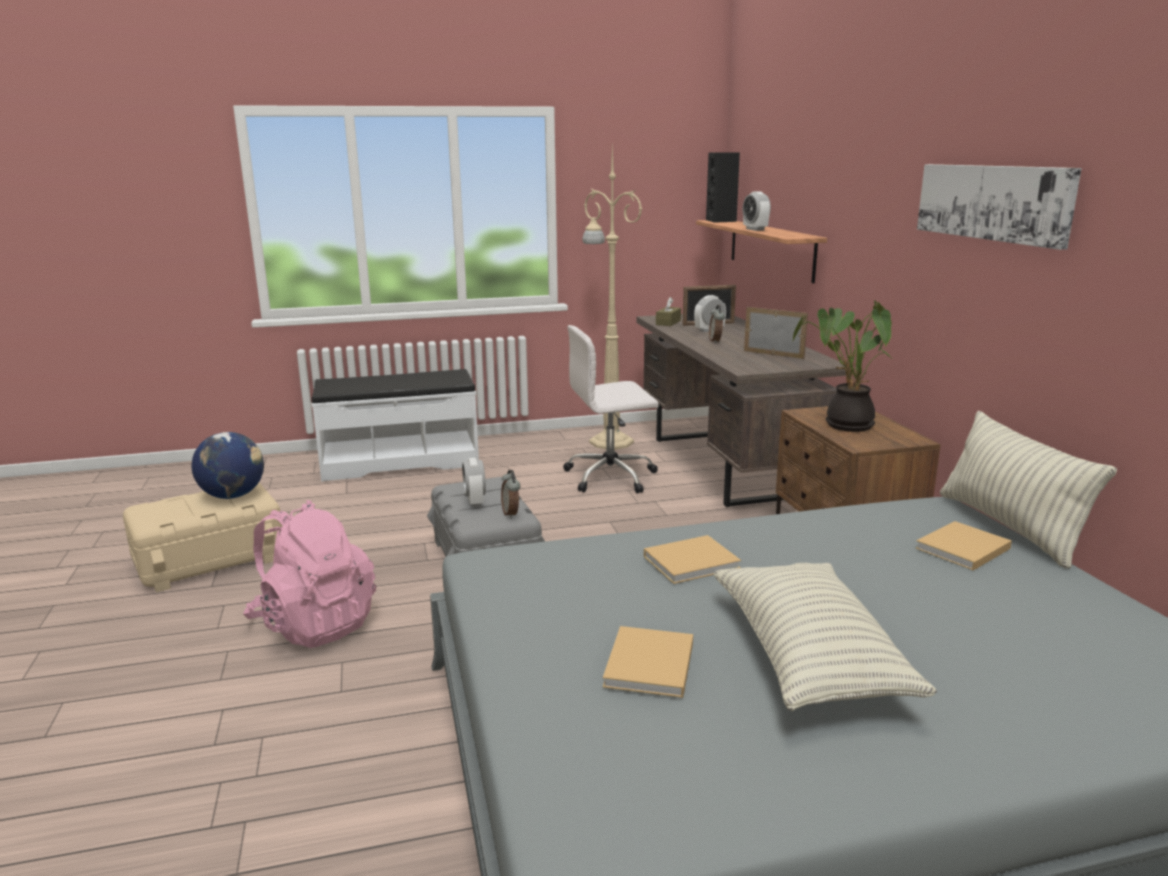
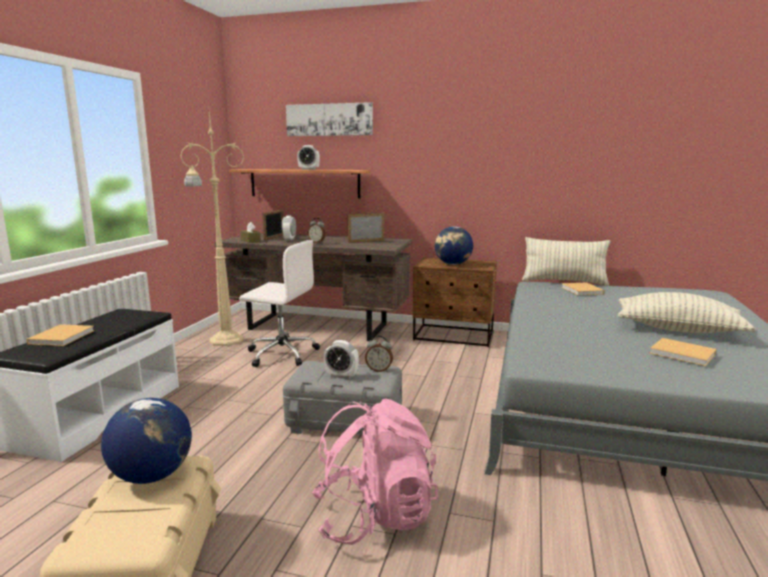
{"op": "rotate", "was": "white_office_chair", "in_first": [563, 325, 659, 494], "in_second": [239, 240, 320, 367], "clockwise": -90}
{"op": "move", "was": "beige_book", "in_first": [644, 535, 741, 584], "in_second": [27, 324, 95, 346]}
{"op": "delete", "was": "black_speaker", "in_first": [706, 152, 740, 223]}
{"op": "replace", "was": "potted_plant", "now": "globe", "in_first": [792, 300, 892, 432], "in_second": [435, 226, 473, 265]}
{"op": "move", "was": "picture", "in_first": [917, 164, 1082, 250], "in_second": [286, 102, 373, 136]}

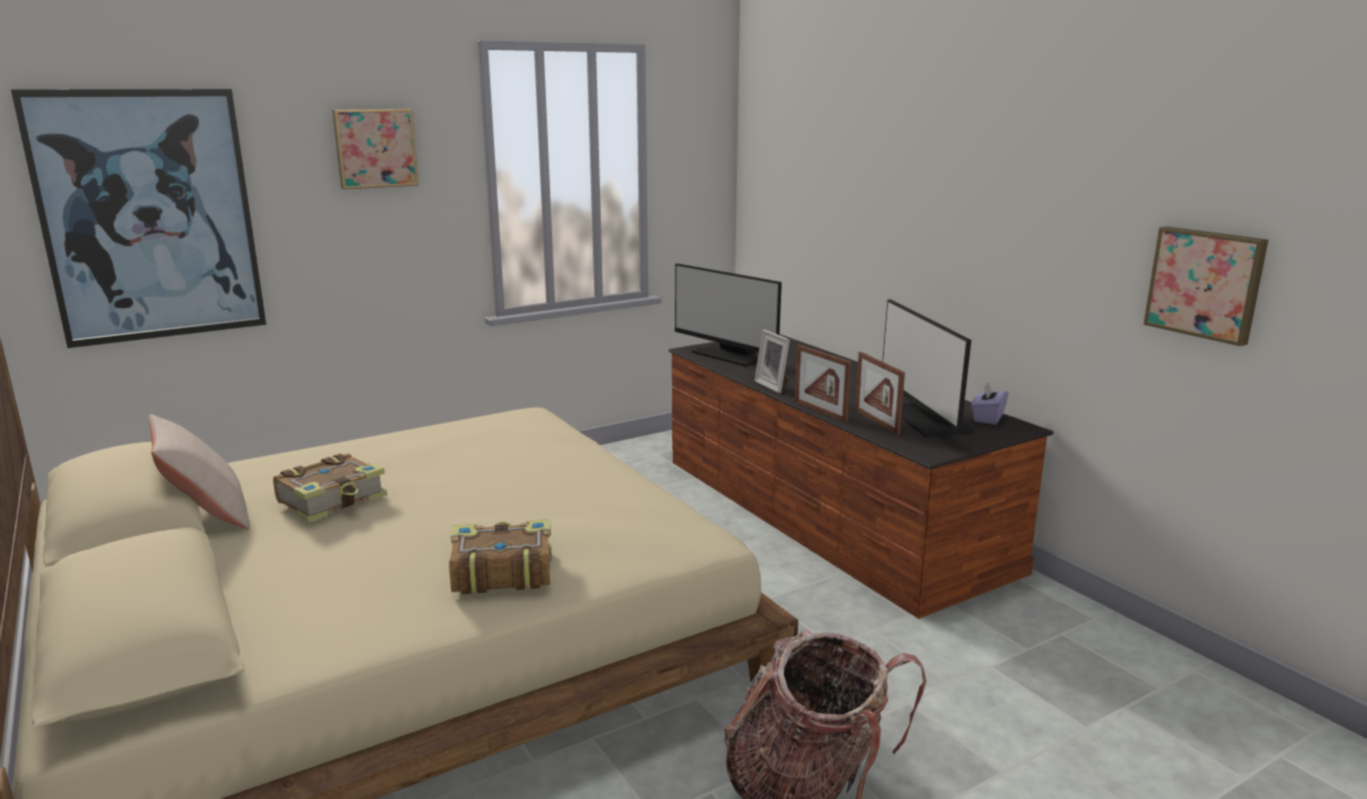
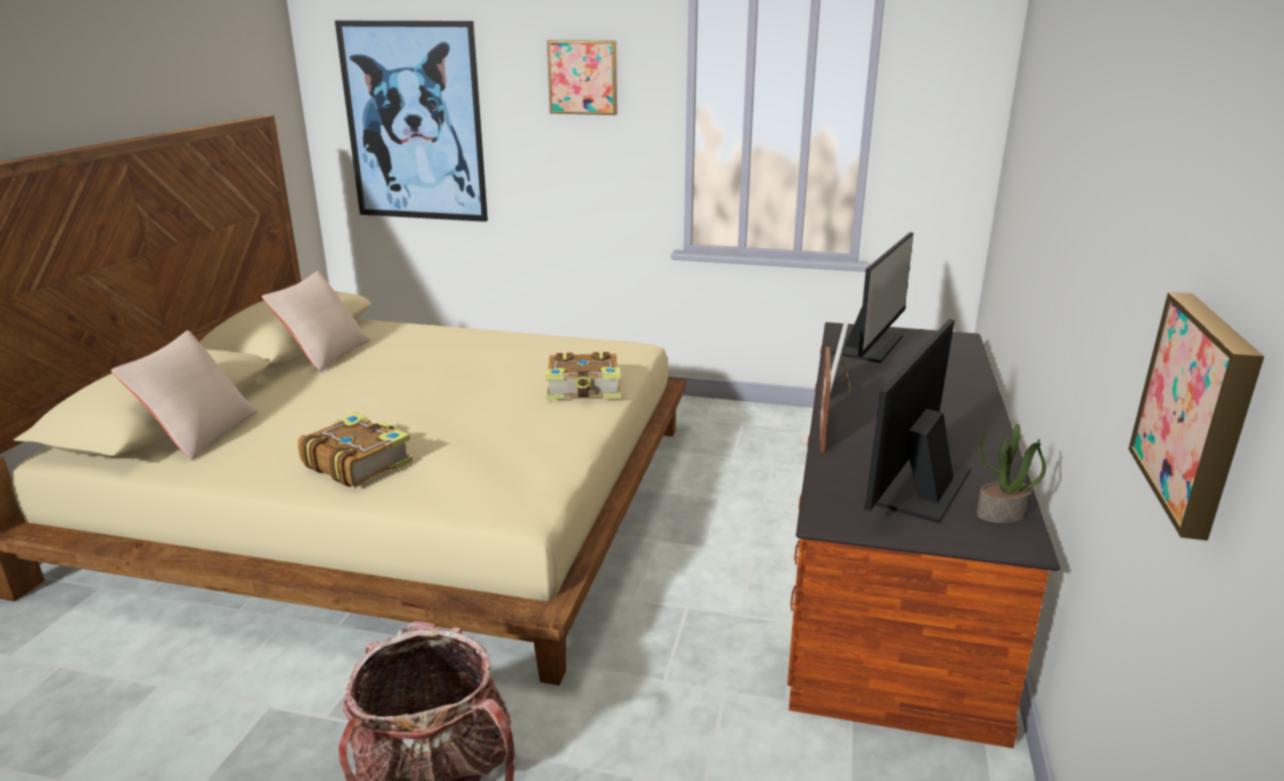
{"op": "move", "was": "book", "in_first": [273, 453, 387, 523], "in_second": [545, 352, 621, 400]}
{"op": "rotate", "was": "monitor", "in_first": [675, 263, 782, 366], "in_second": [831, 232, 913, 363], "clockwise": -150}
{"op": "delete", "was": "picture_frame", "in_first": [855, 352, 905, 435]}
{"op": "replace", "was": "purple_tissue_box", "now": "potted_plant", "in_first": [971, 382, 1008, 425], "in_second": [976, 424, 1046, 523]}
{"op": "insert", "now": "beige_pillow", "in_second": [111, 330, 258, 460]}

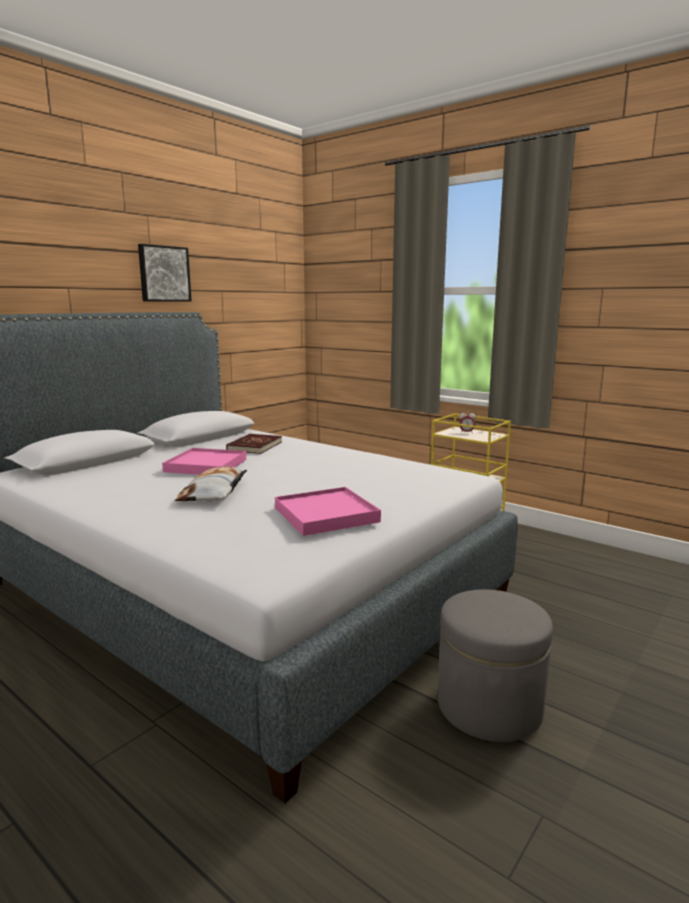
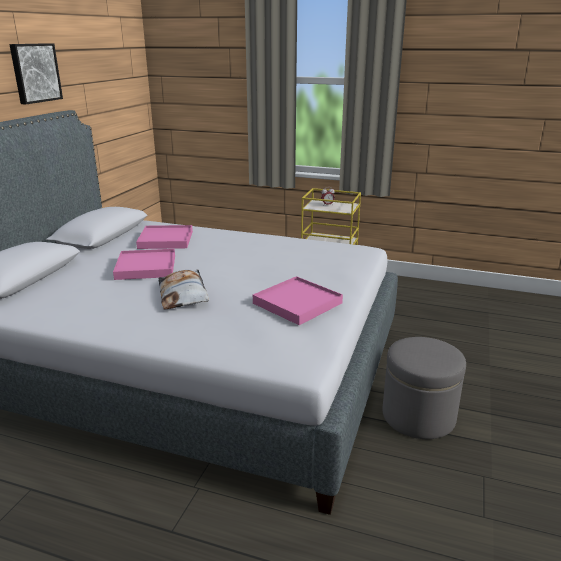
{"op": "replace", "was": "red_book", "now": "pink_tray", "in_first": [226, 434, 282, 454], "in_second": [136, 225, 193, 249]}

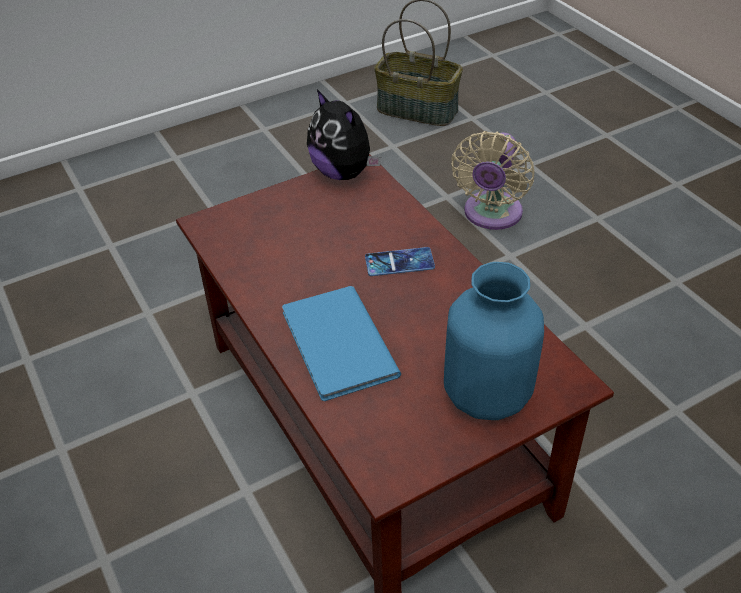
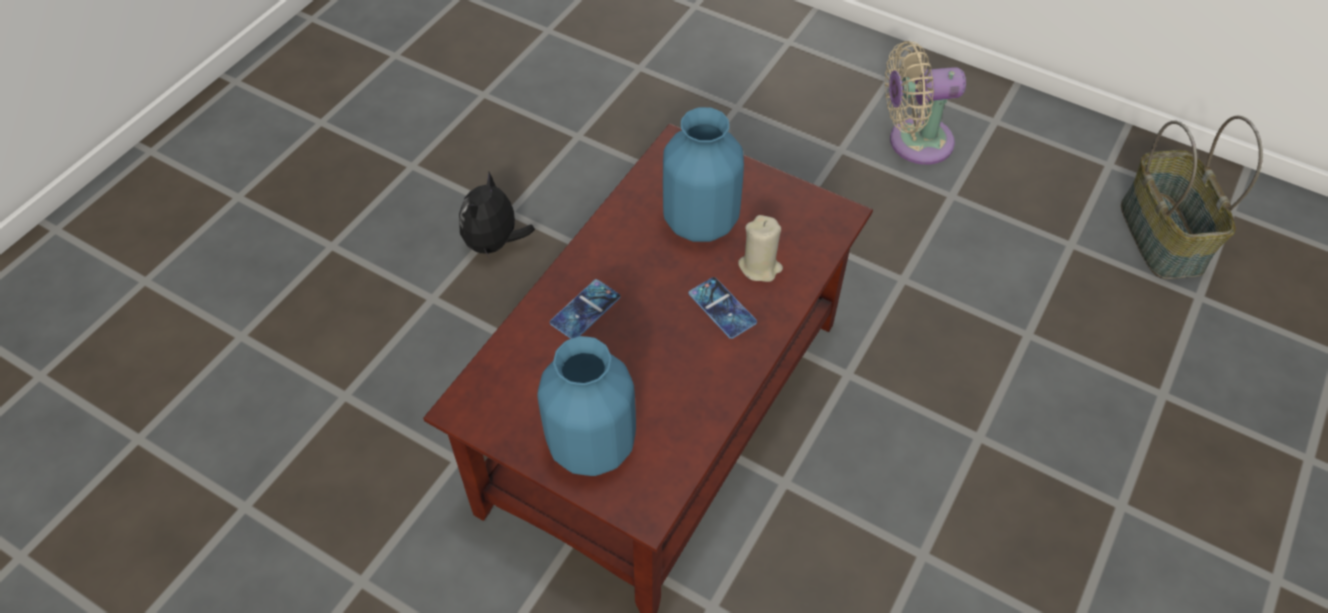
{"op": "replace", "was": "blue_book", "now": "phone", "in_first": [282, 286, 401, 401], "in_second": [550, 279, 621, 339]}
{"op": "move", "was": "plush_toy", "in_first": [307, 89, 381, 180], "in_second": [459, 172, 535, 259]}
{"op": "move", "was": "beige_fan", "in_first": [451, 131, 534, 230], "in_second": [885, 41, 966, 165]}
{"op": "insert", "now": "blue_vase", "in_second": [663, 107, 744, 242]}
{"op": "insert", "now": "beige_candle", "in_second": [738, 215, 783, 282]}

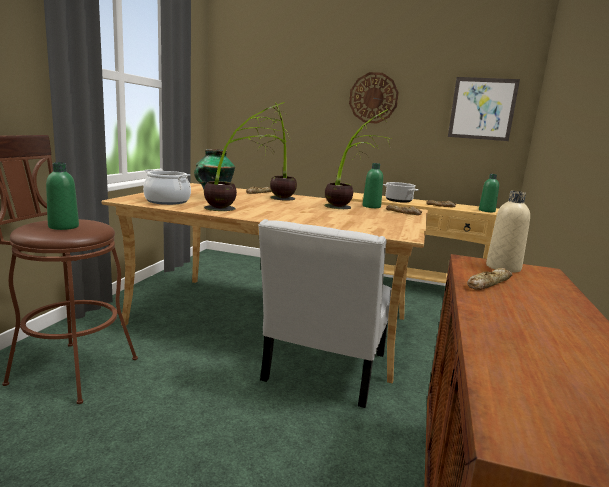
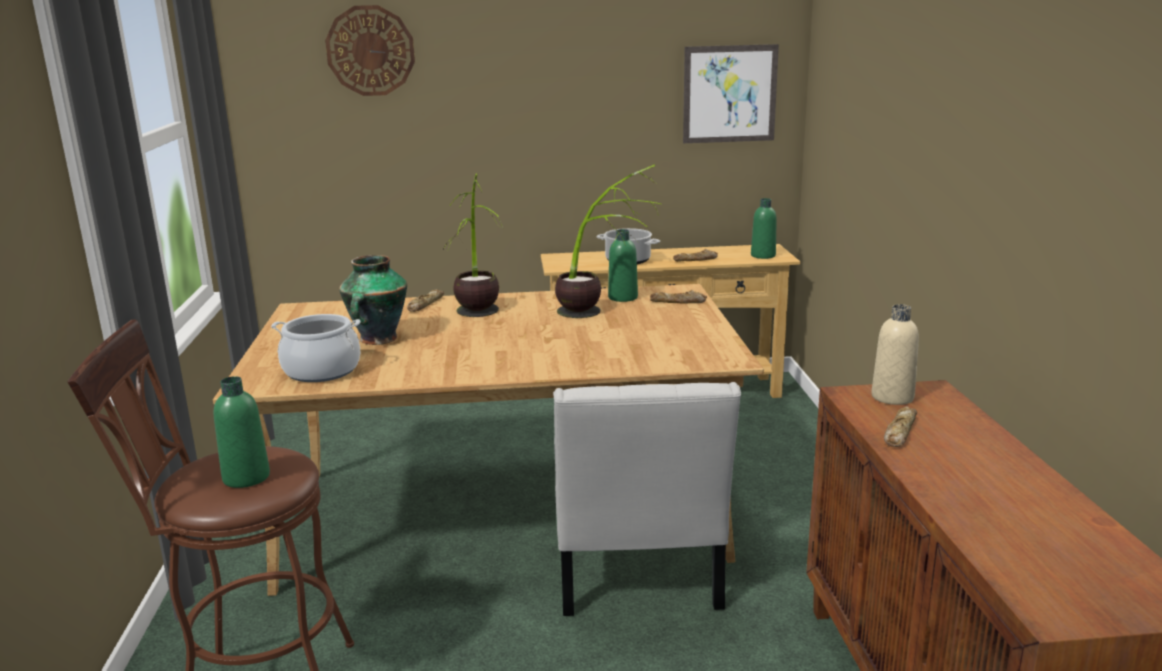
{"op": "delete", "was": "potted_plant", "in_first": [204, 102, 287, 211]}
{"op": "move", "was": "wall_clock", "in_first": [349, 72, 399, 124], "in_second": [325, 5, 415, 96]}

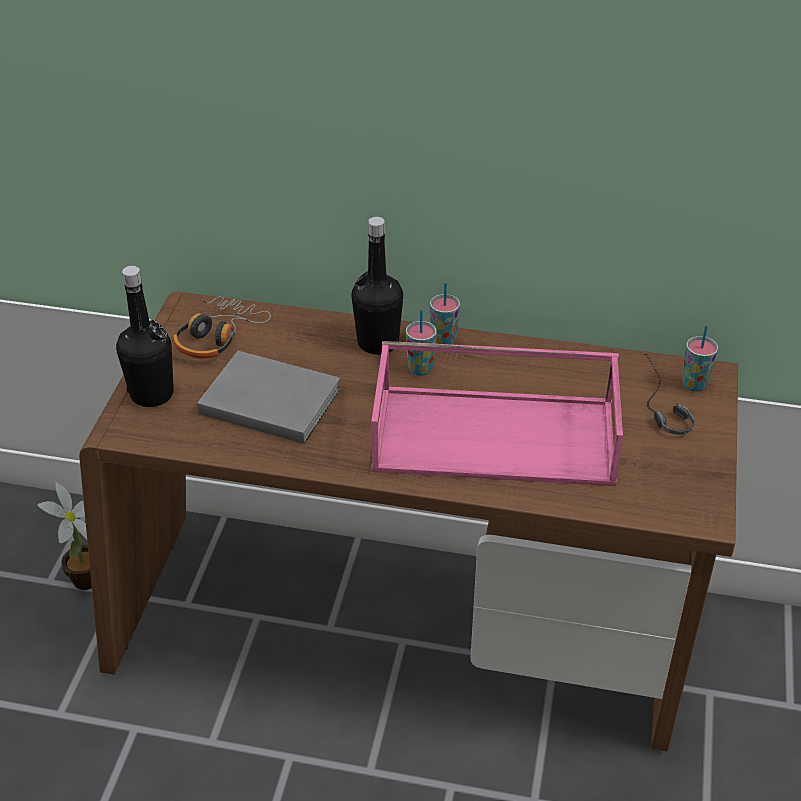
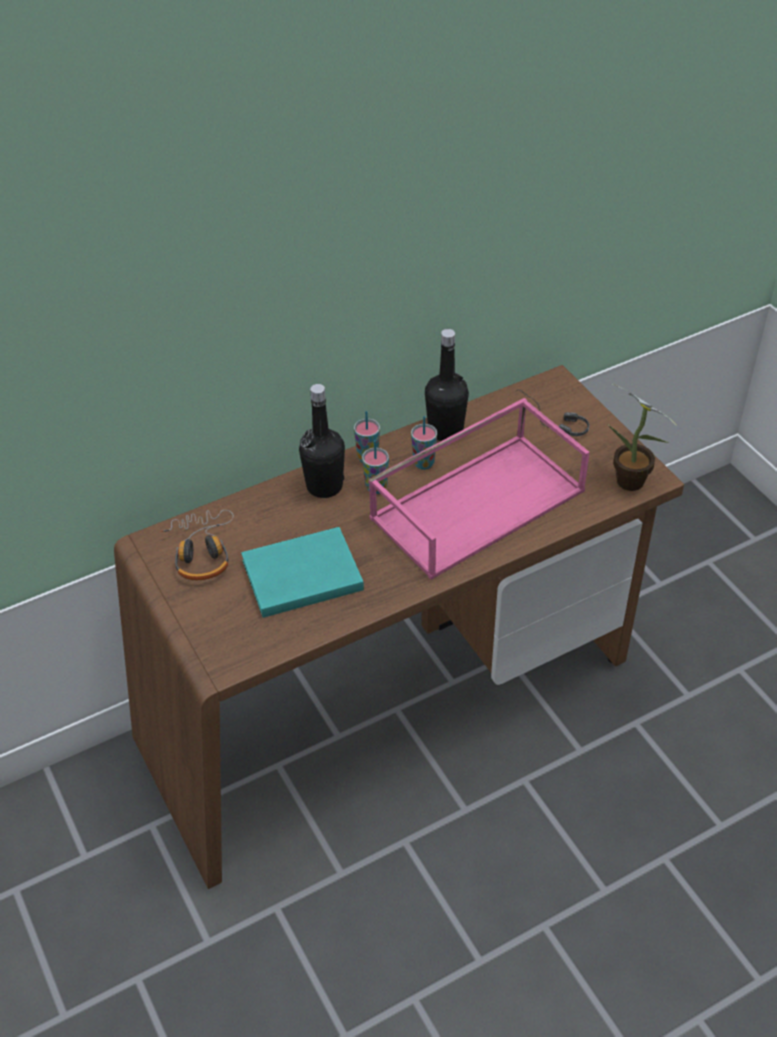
{"op": "move", "was": "potted_plant", "in_first": [38, 482, 92, 590], "in_second": [608, 384, 677, 491]}
{"op": "move", "was": "black_bottle", "in_first": [116, 266, 174, 407], "in_second": [425, 329, 469, 441]}
{"op": "recolor", "was": "grey_book", "now": "turquoise_book", "in_first": [197, 351, 341, 444], "in_second": [241, 527, 364, 618]}
{"op": "move", "was": "cup", "in_first": [682, 325, 718, 392], "in_second": [411, 416, 437, 470]}

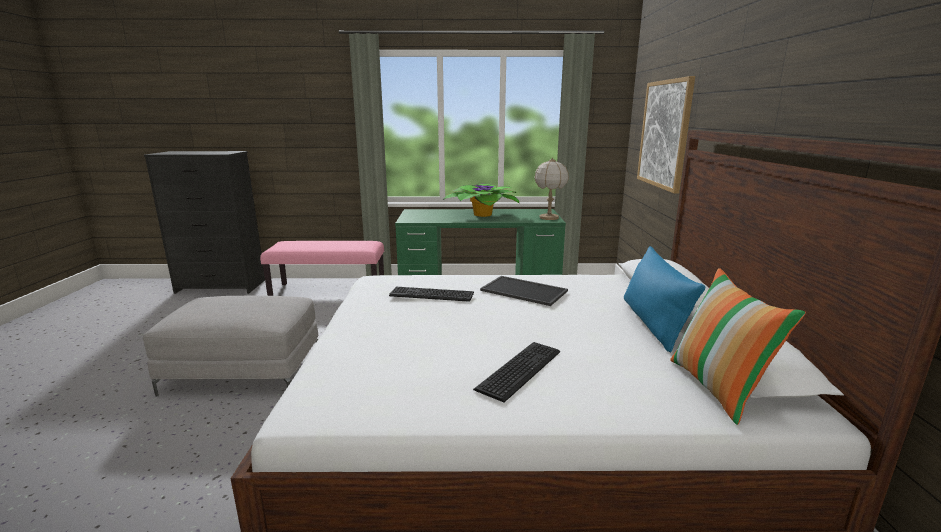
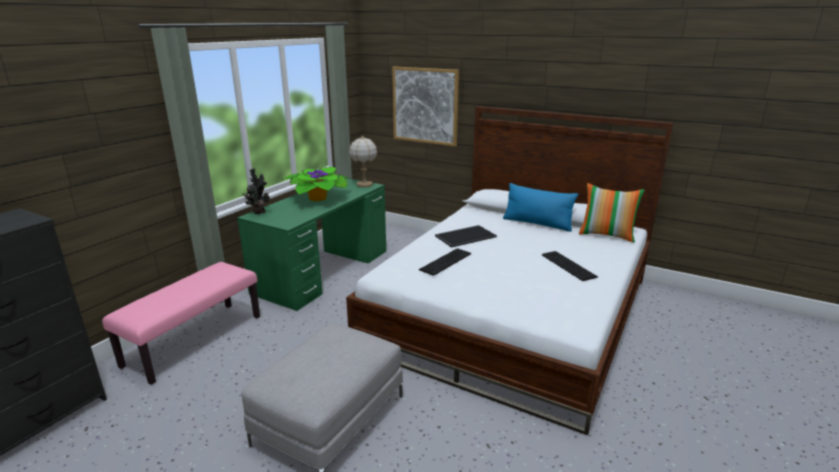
{"op": "insert", "now": "potted_plant", "in_second": [243, 168, 270, 214]}

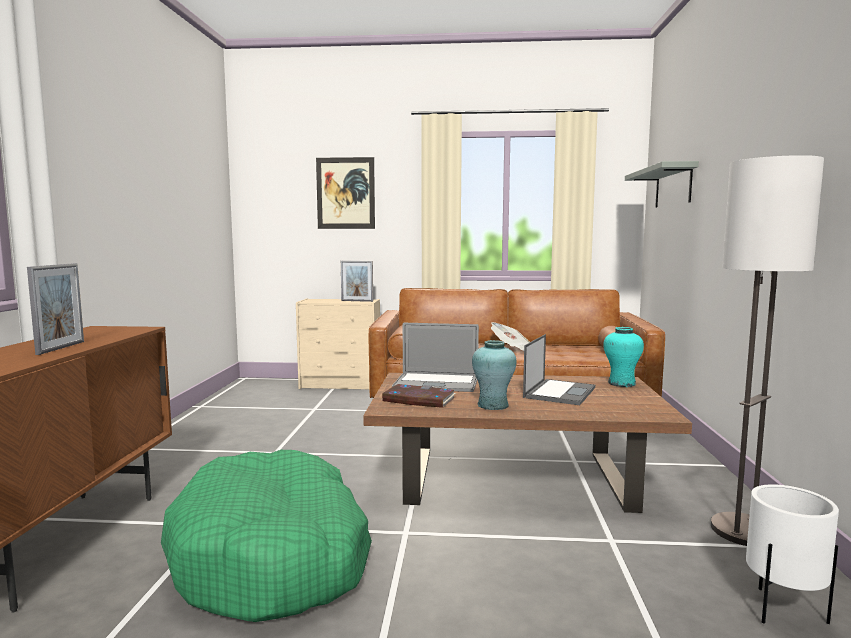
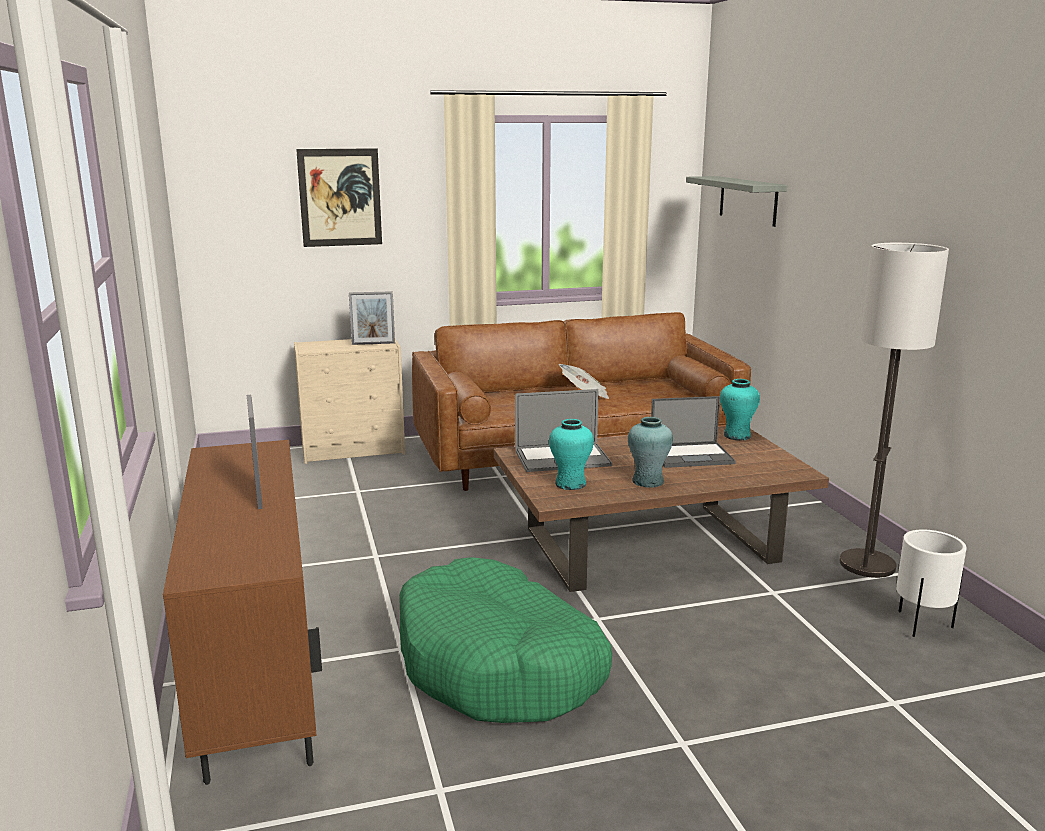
{"op": "replace", "was": "book", "now": "turquoise_vase", "in_first": [382, 384, 456, 408], "in_second": [549, 419, 594, 490]}
{"op": "rotate", "was": "laptop", "in_first": [523, 334, 595, 405], "in_second": [651, 396, 736, 468], "clockwise": 75}

